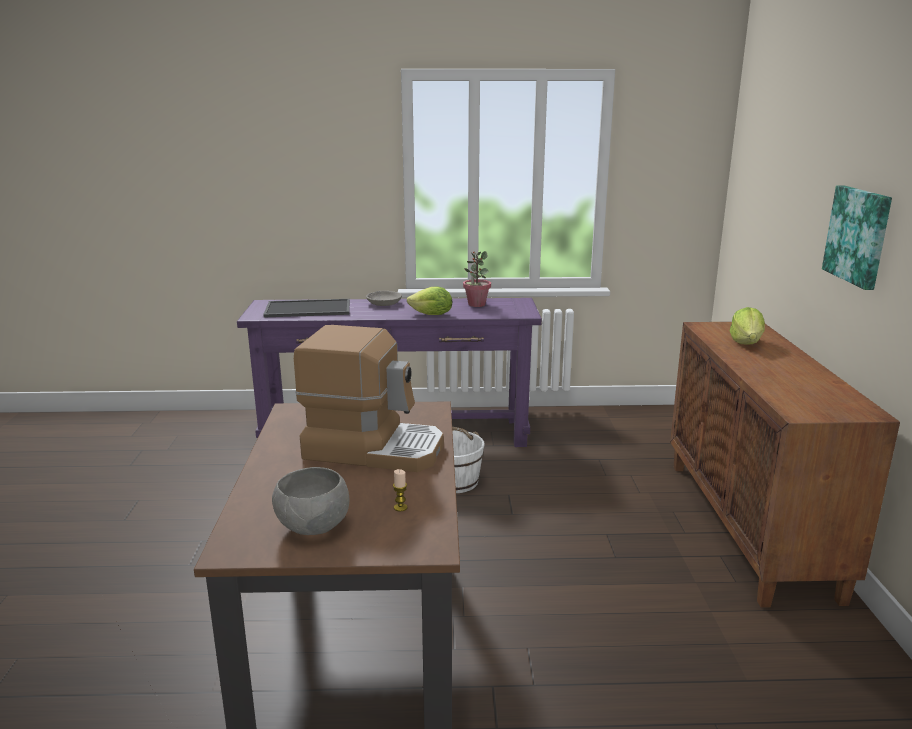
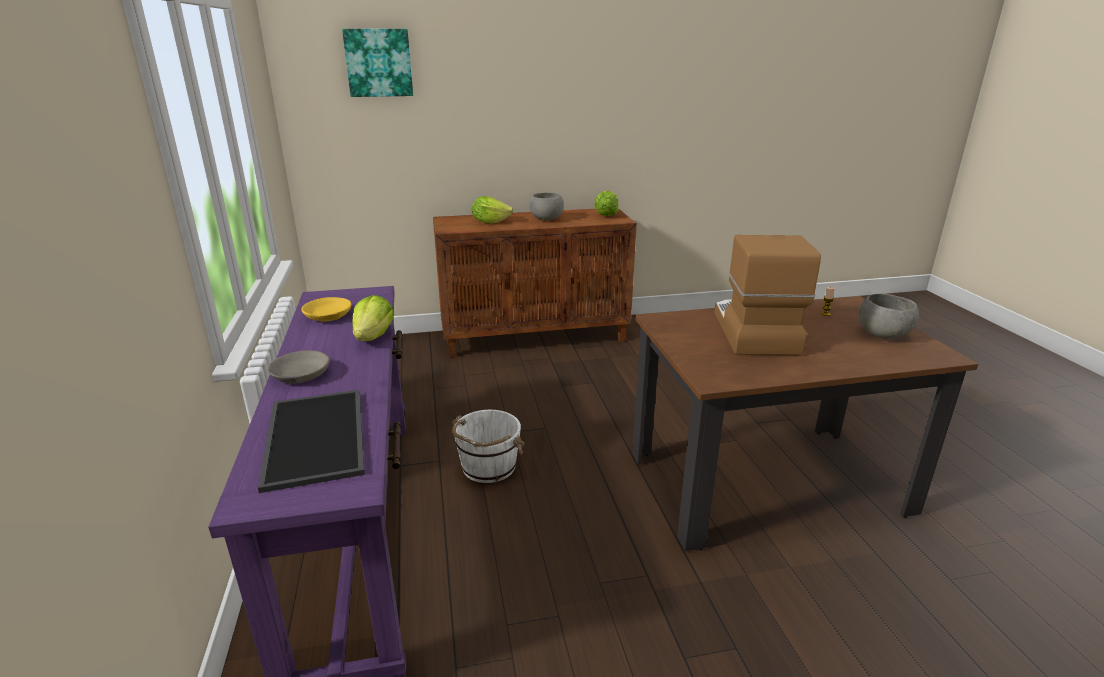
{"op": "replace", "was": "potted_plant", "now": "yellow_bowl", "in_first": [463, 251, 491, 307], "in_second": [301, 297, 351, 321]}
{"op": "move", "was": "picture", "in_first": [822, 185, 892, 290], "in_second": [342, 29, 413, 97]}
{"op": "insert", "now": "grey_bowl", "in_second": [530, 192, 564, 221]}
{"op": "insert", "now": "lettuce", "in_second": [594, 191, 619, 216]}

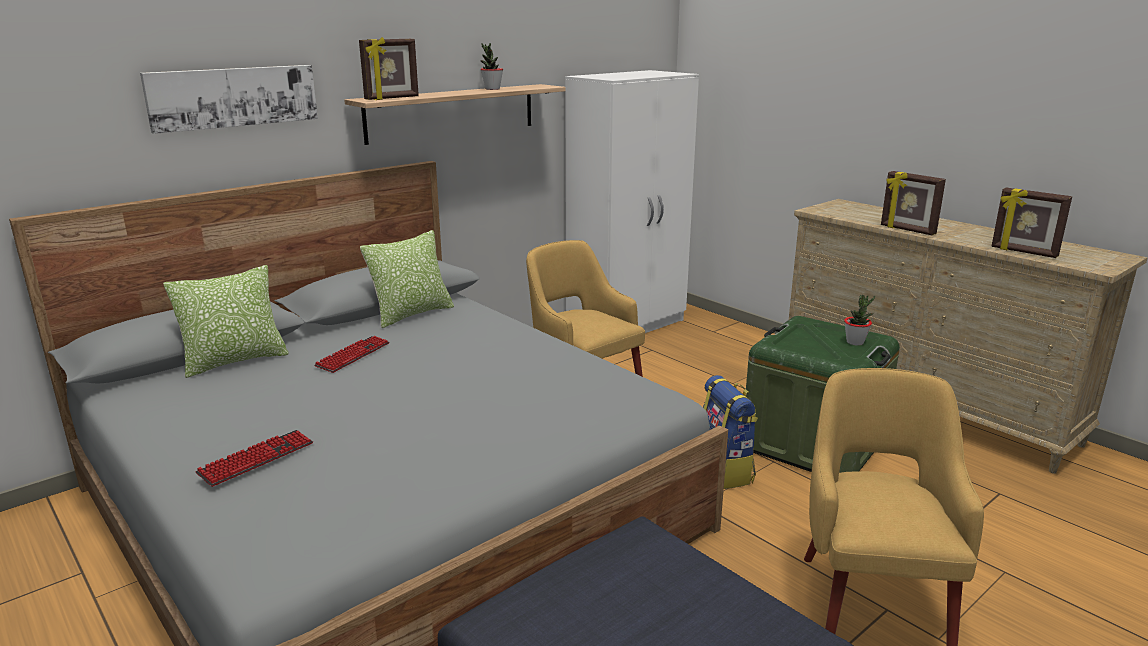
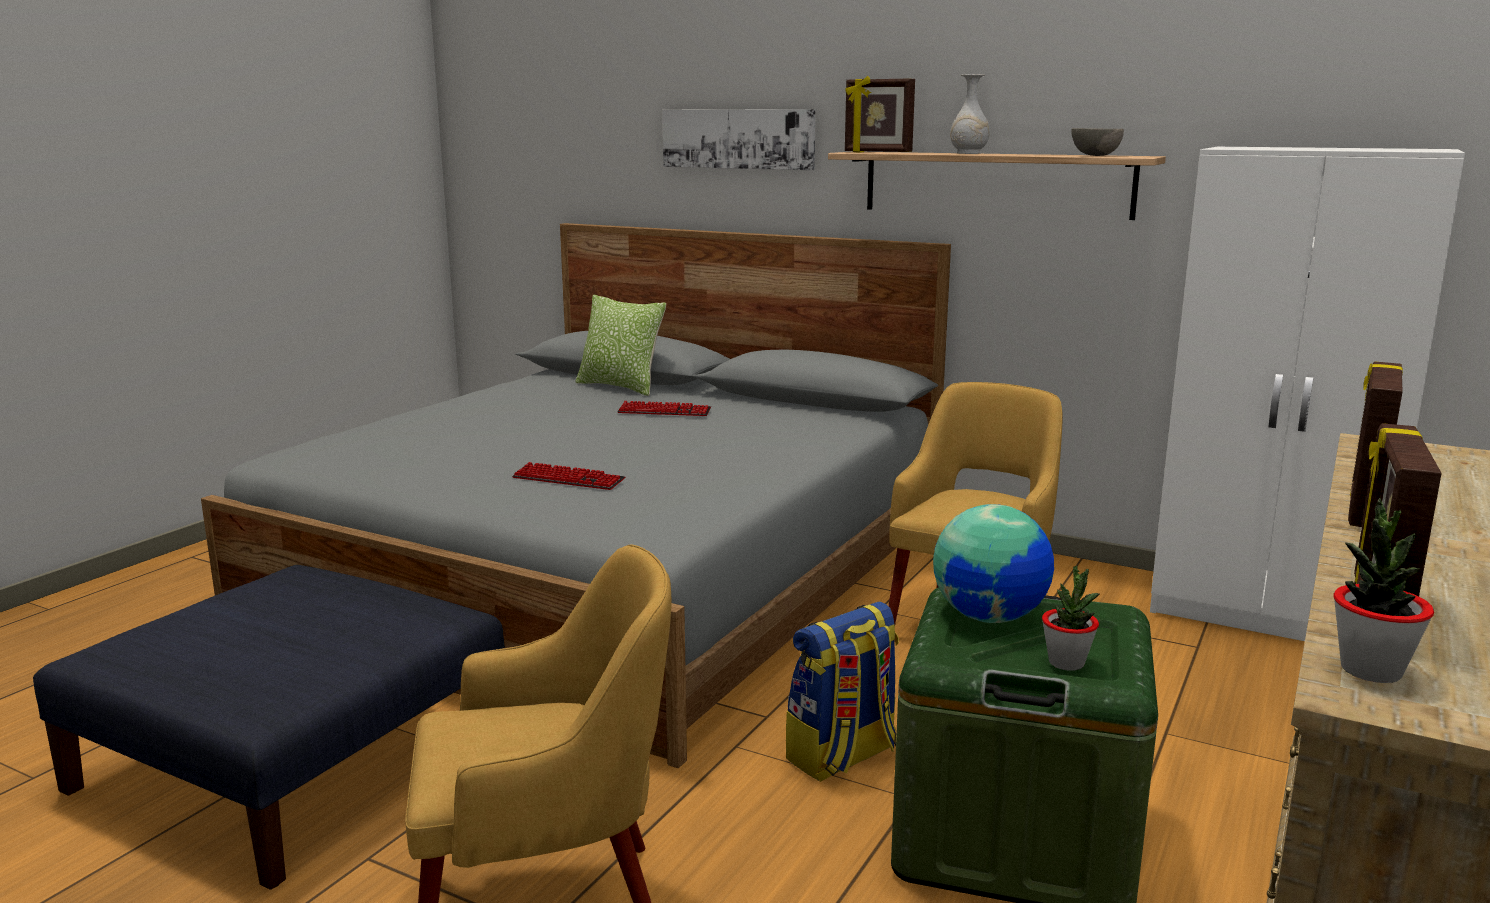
{"op": "move", "was": "keyboard", "in_first": [196, 430, 313, 487], "in_second": [512, 462, 625, 490]}
{"op": "delete", "was": "pillow", "in_first": [360, 230, 454, 328]}
{"op": "move", "was": "potted_plant", "in_first": [480, 43, 503, 90], "in_second": [1334, 498, 1434, 683]}
{"op": "insert", "now": "globe", "in_second": [933, 504, 1054, 623]}
{"op": "insert", "now": "white_vase", "in_second": [950, 74, 989, 154]}
{"op": "insert", "now": "grey_bowl", "in_second": [1071, 128, 1124, 156]}

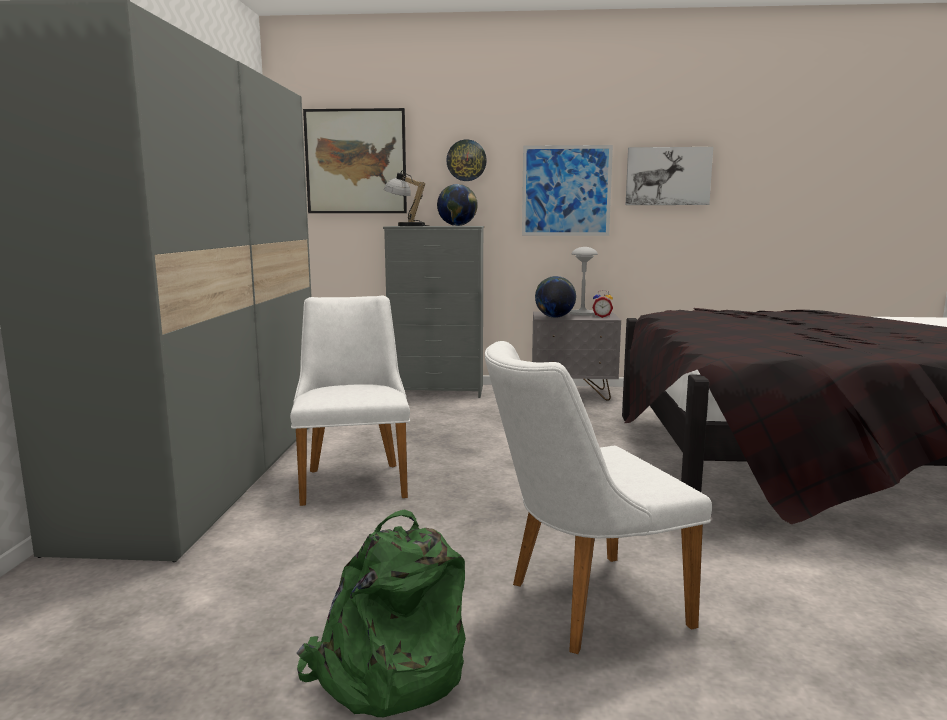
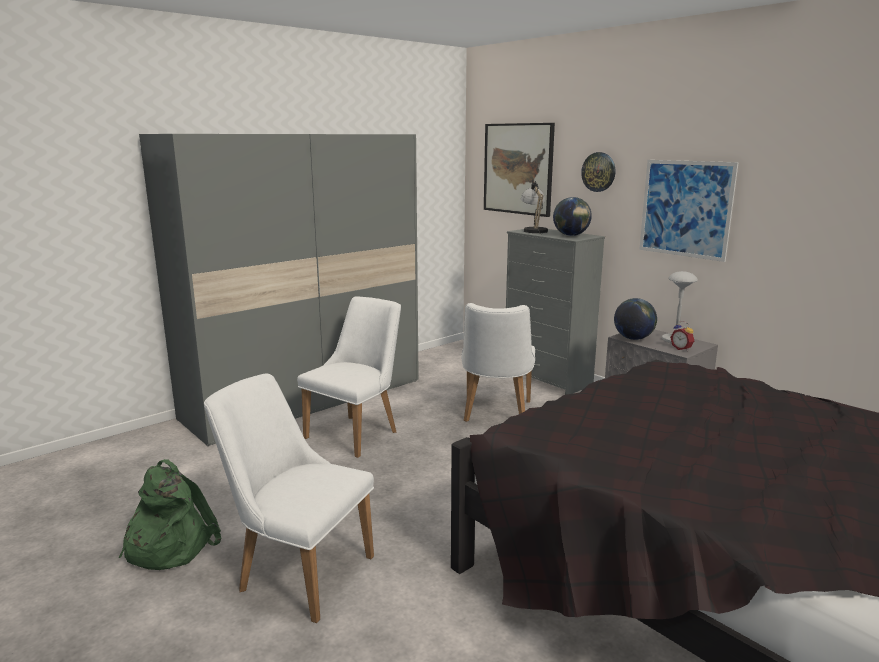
{"op": "delete", "was": "picture", "in_first": [626, 147, 713, 205]}
{"op": "insert", "now": "white_chair", "in_second": [461, 303, 535, 422]}

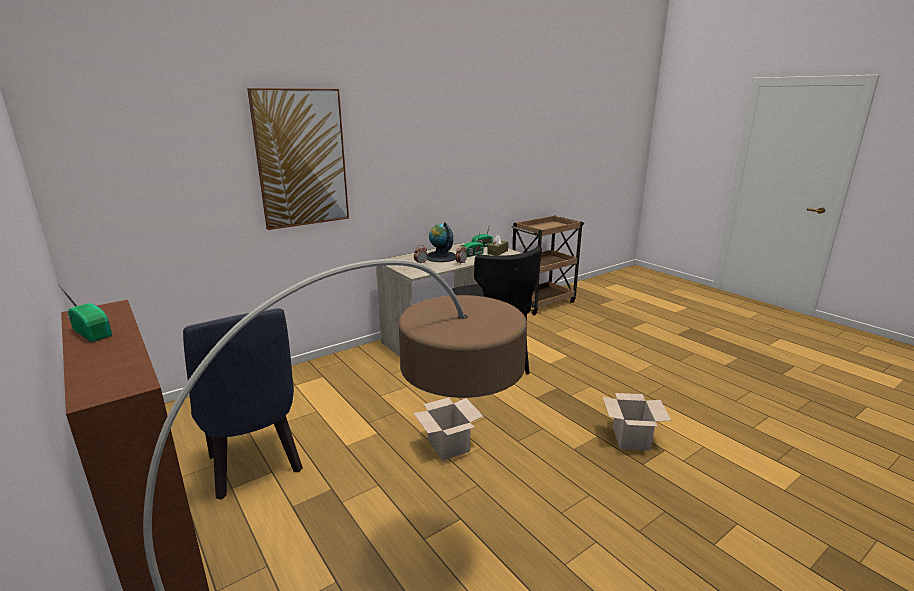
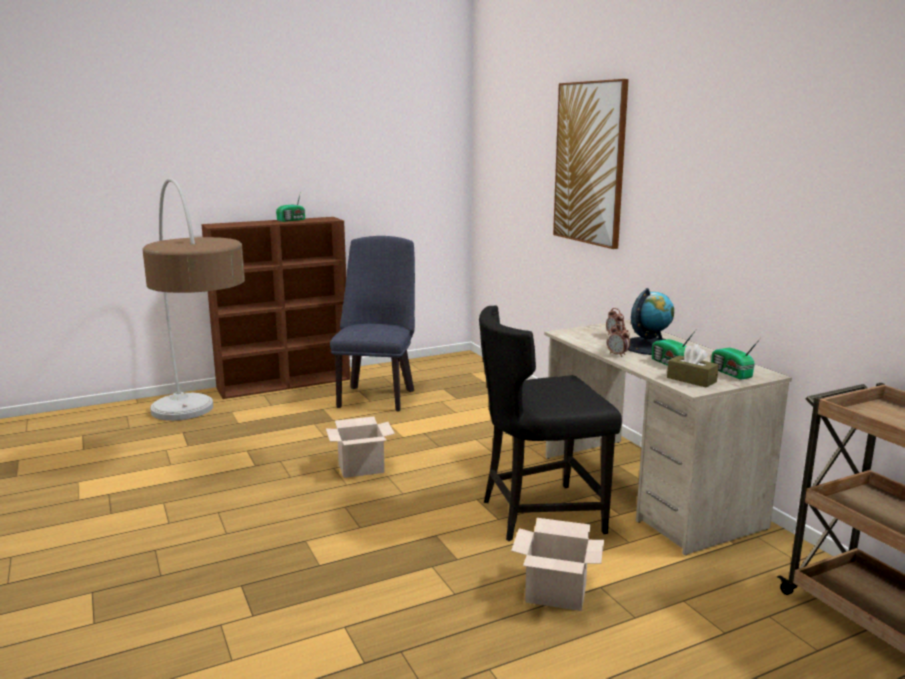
{"op": "rotate", "was": "blue_chair", "in_first": [183, 308, 303, 500], "in_second": [330, 236, 415, 411], "clockwise": 120}
{"op": "move", "was": "cardboard_box", "in_first": [603, 393, 671, 451], "in_second": [511, 518, 604, 611]}

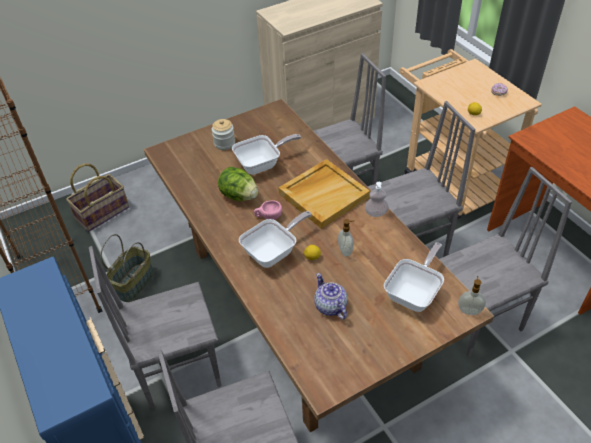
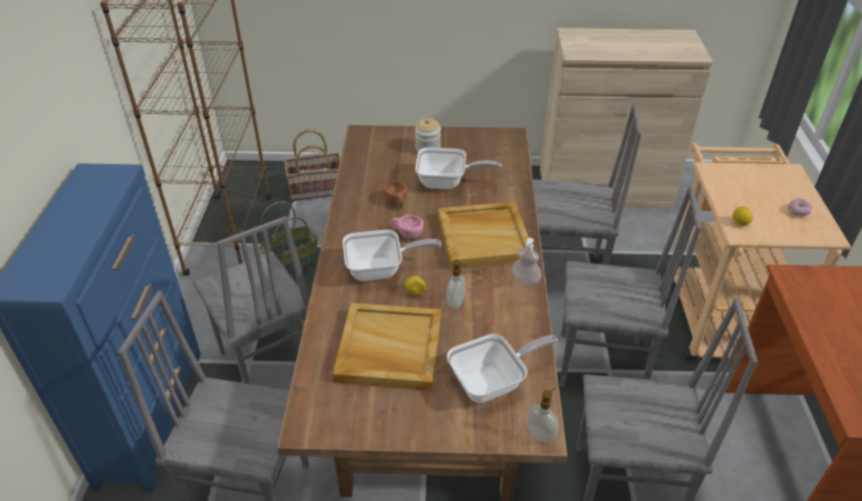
{"op": "rotate", "was": "grey_chair", "in_first": [89, 246, 222, 409], "in_second": [193, 216, 309, 384], "clockwise": -135}
{"op": "replace", "was": "lettuce", "now": "brown_cup", "in_first": [218, 167, 258, 201], "in_second": [383, 181, 407, 208]}
{"op": "replace", "was": "teapot", "now": "beige_tray", "in_first": [314, 273, 348, 319], "in_second": [333, 303, 441, 391]}

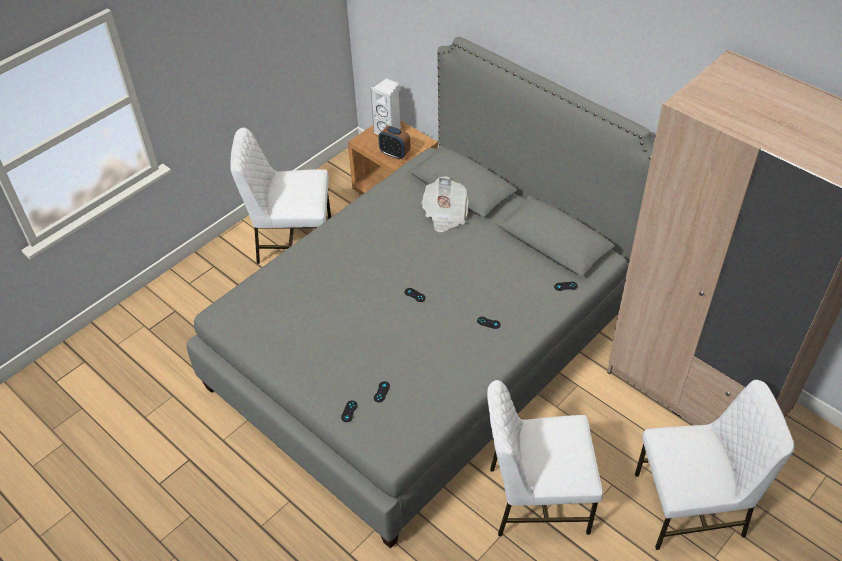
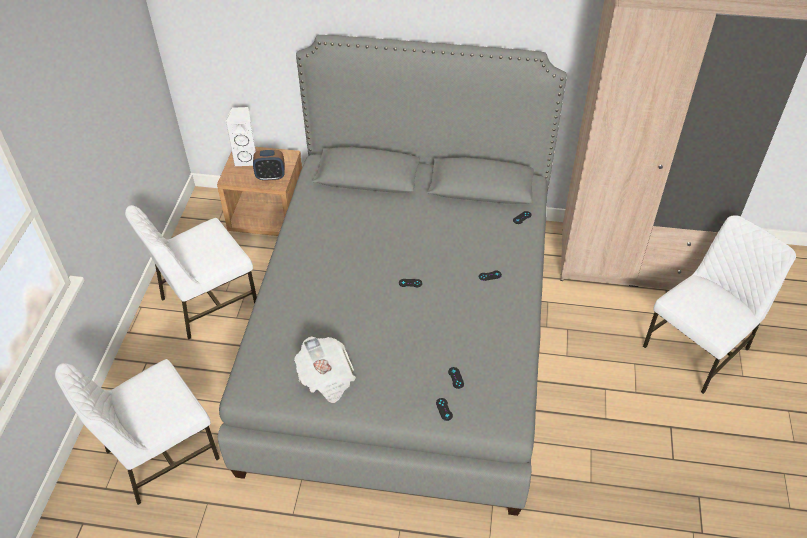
{"op": "move", "was": "newspaper", "in_first": [421, 176, 468, 232], "in_second": [294, 336, 356, 403]}
{"op": "move", "was": "white_chair", "in_first": [487, 380, 603, 536], "in_second": [55, 359, 220, 505]}

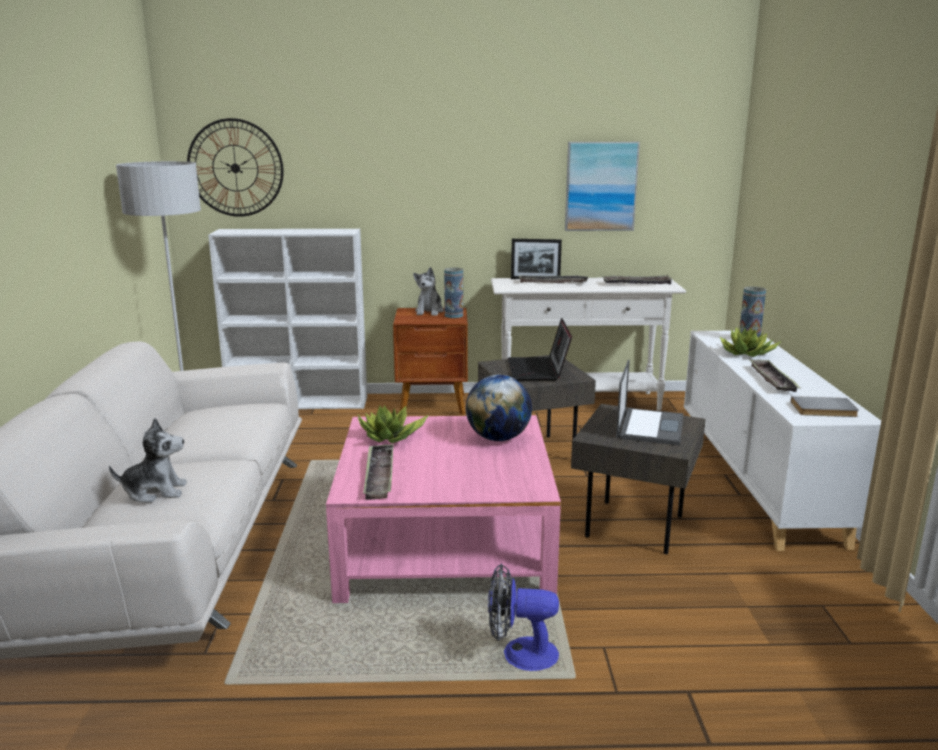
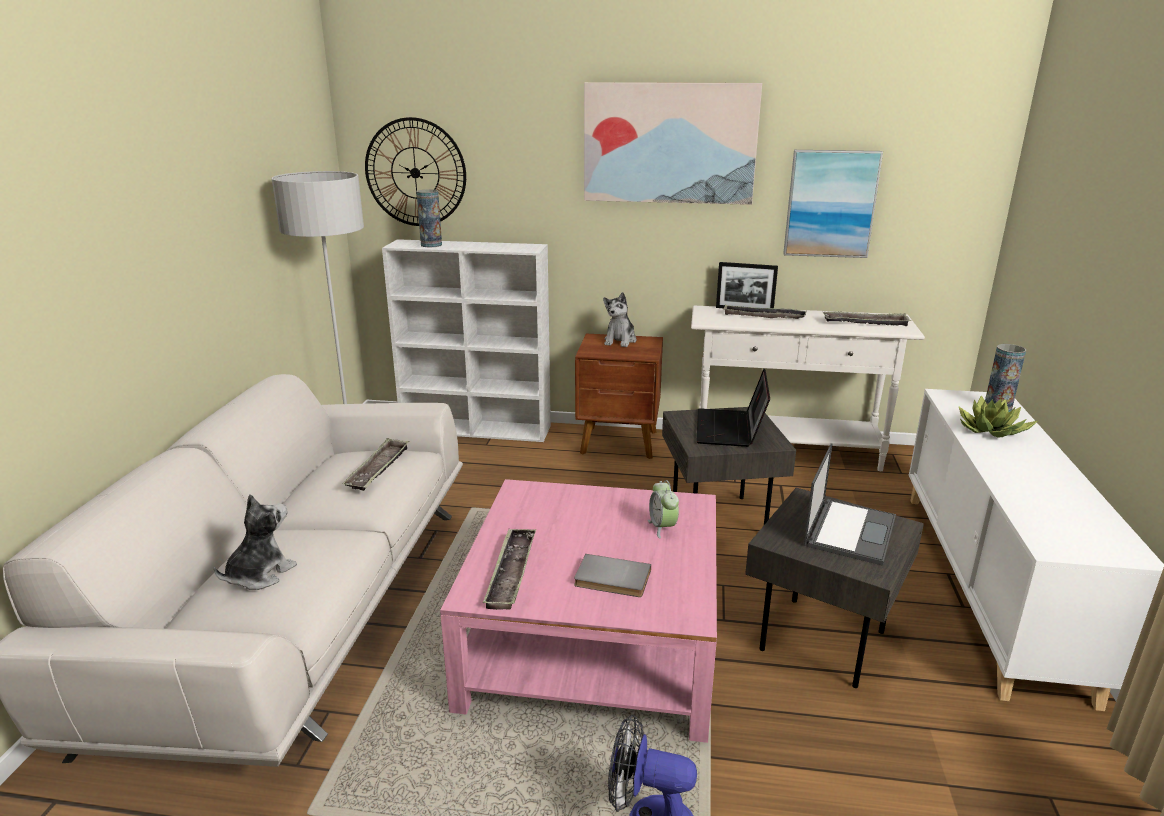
{"op": "rotate", "was": "plush_toy", "in_first": [109, 418, 187, 503], "in_second": [214, 494, 297, 590], "clockwise": -60}
{"op": "delete", "was": "potted_plant", "in_first": [358, 405, 428, 443]}
{"op": "move", "was": "vase", "in_first": [444, 268, 463, 318], "in_second": [417, 189, 442, 247]}
{"op": "replace", "was": "globe", "now": "alarm_clock", "in_first": [466, 375, 532, 441], "in_second": [648, 480, 679, 538]}
{"op": "move", "was": "tray", "in_first": [749, 359, 800, 392], "in_second": [343, 438, 409, 491]}
{"op": "move", "was": "grey_book", "in_first": [791, 396, 859, 417], "in_second": [574, 554, 651, 597]}
{"op": "insert", "now": "picture", "in_second": [584, 82, 762, 205]}

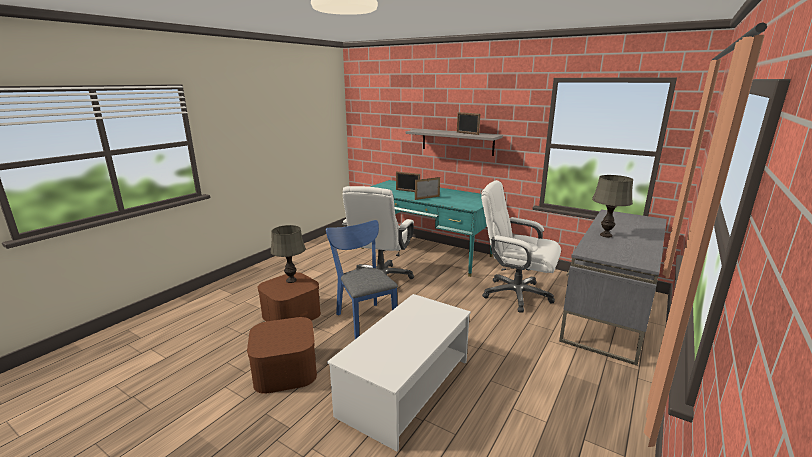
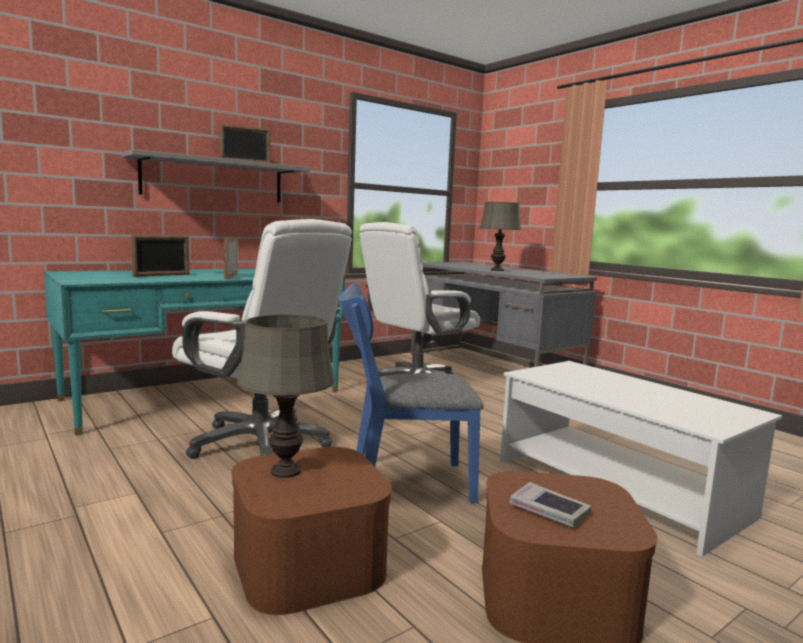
{"op": "insert", "now": "book", "in_second": [510, 482, 591, 527]}

